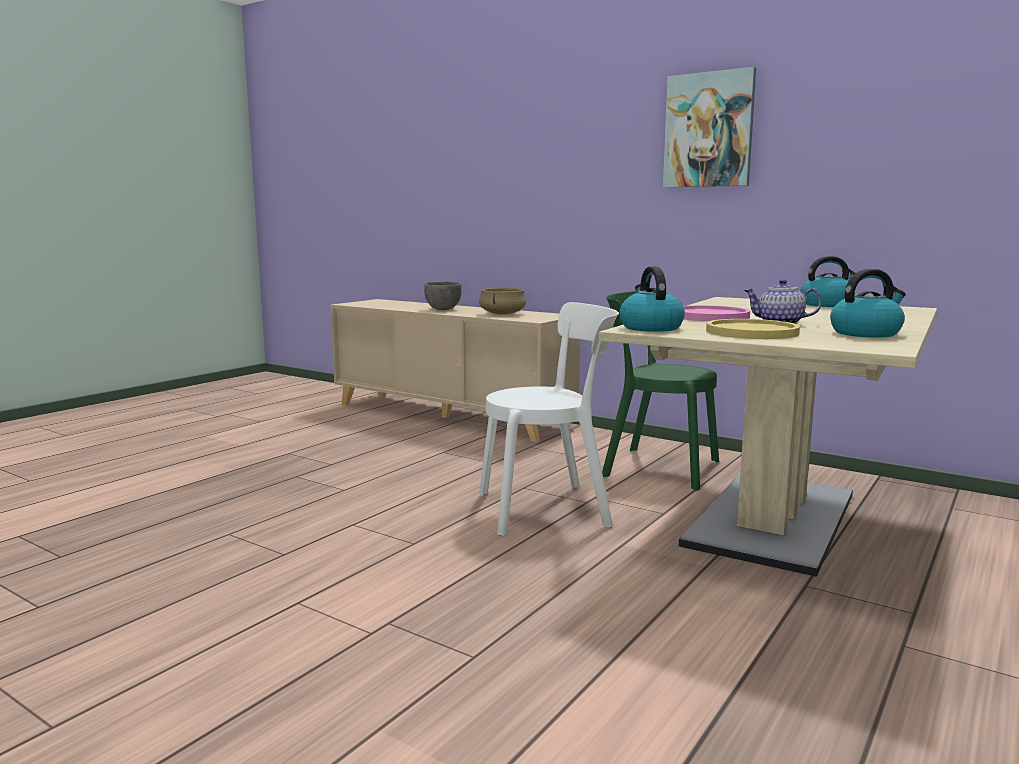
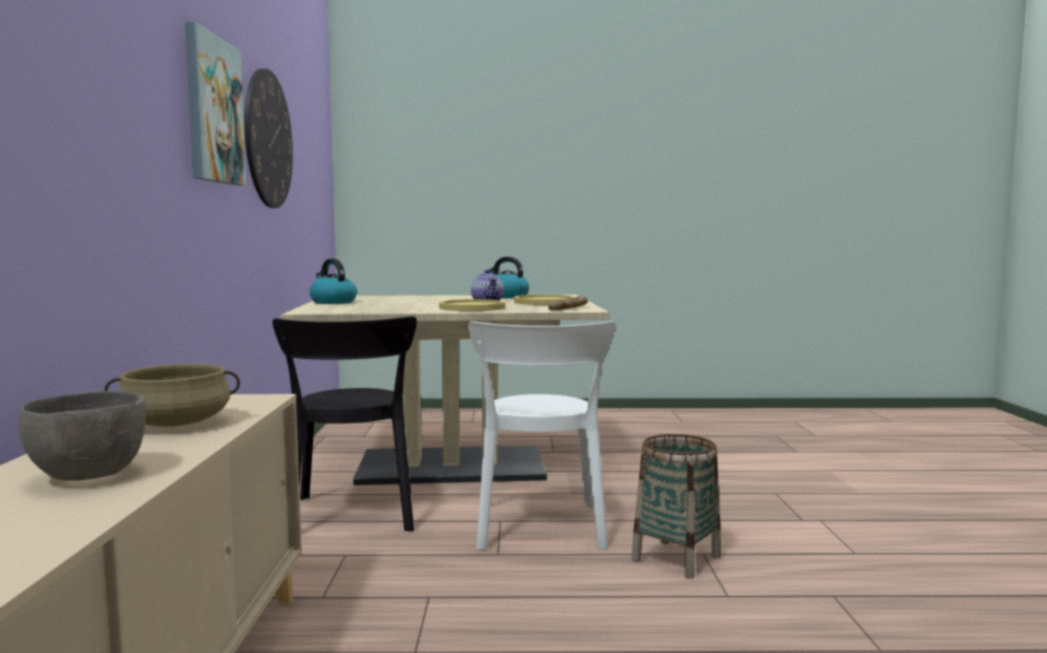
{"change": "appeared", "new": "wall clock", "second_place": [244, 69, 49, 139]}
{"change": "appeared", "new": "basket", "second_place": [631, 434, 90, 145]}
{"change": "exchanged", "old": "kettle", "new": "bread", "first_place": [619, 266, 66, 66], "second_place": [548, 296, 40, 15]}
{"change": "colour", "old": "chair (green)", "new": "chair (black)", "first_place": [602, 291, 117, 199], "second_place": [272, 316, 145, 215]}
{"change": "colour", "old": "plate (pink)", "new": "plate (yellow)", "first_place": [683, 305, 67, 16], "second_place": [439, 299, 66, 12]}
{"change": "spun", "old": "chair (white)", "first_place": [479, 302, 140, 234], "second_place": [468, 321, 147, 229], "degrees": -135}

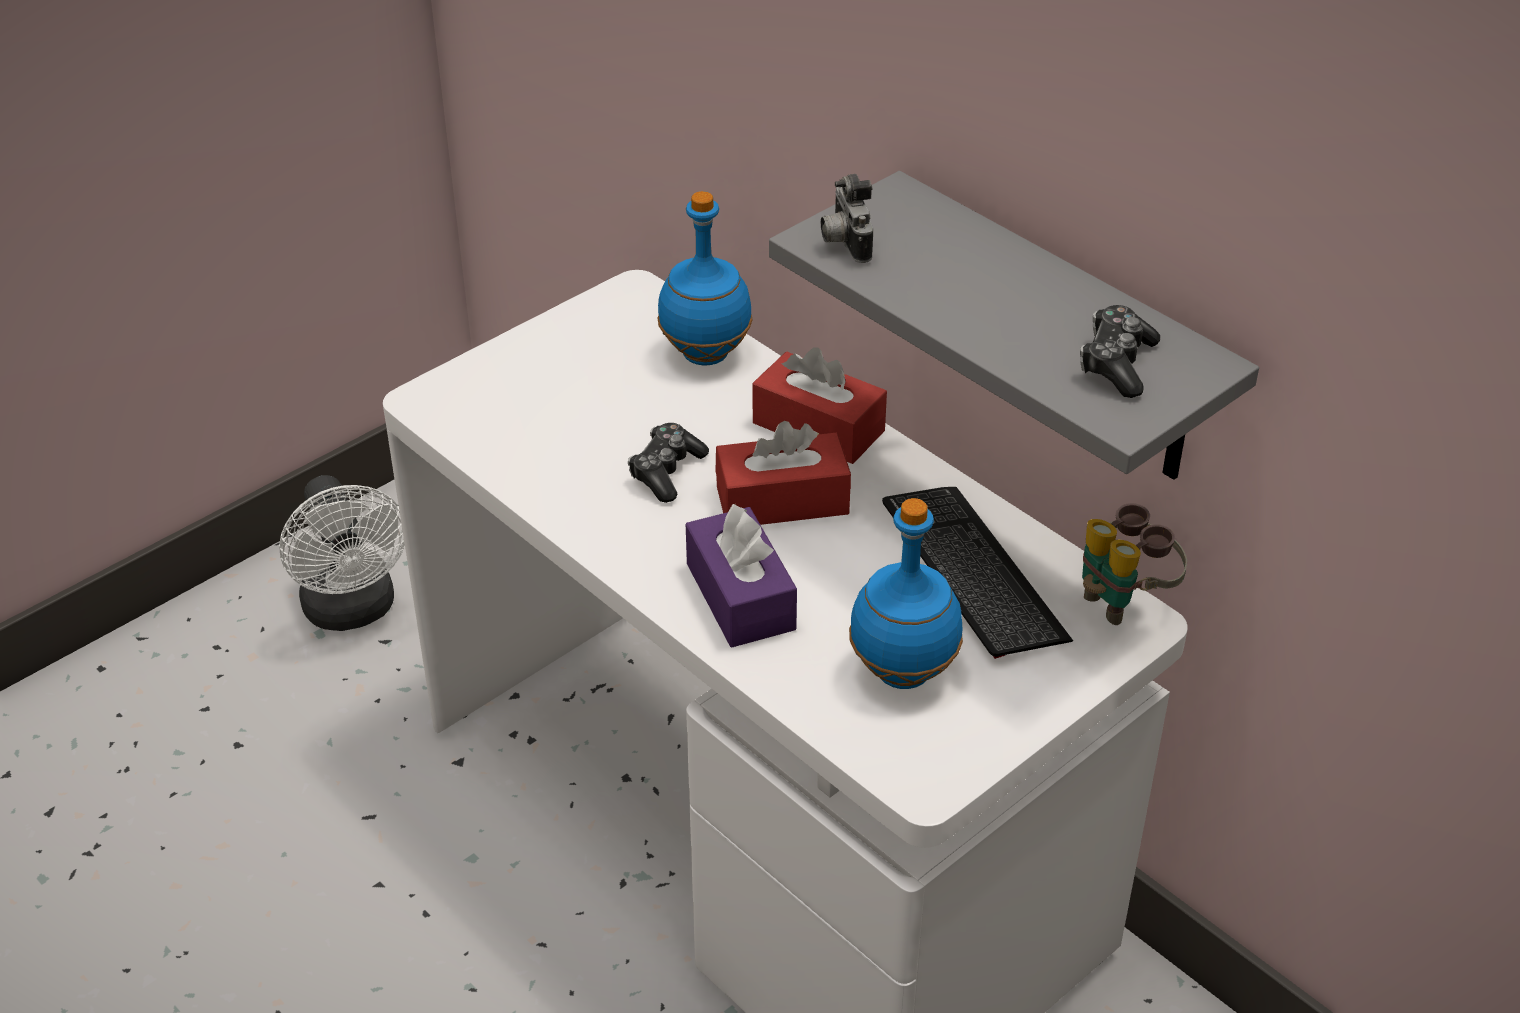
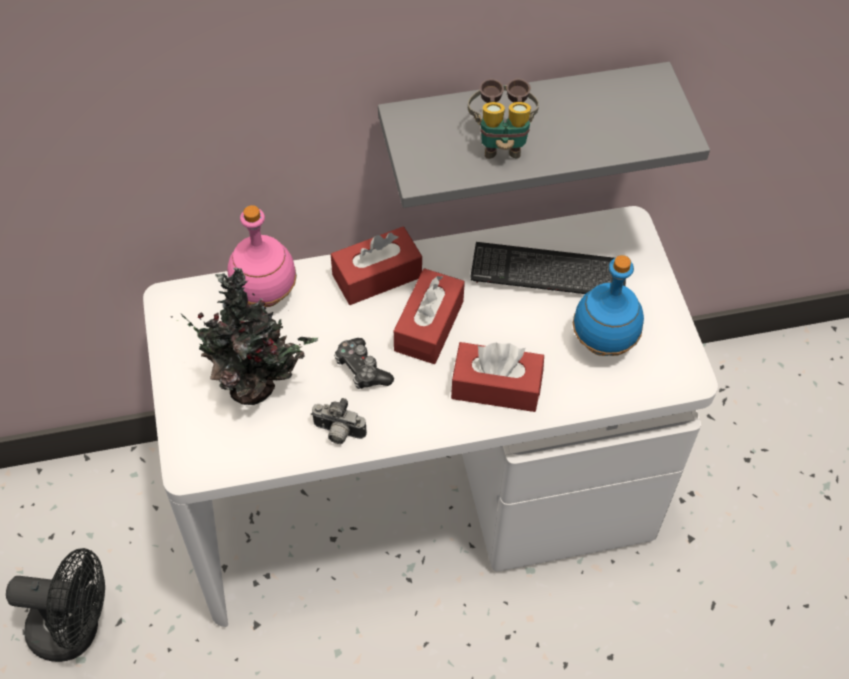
{"change": "missing", "old": "game controller", "first_place": [1080, 305, 80, 93]}
{"change": "appeared", "new": "potted plant", "second_place": [171, 268, 147, 137]}
{"change": "relocated", "old": "photo camera", "first_place": [821, 174, 52, 89], "second_place": [311, 398, 56, 46]}
{"change": "relocated", "old": "binoculars", "first_place": [1082, 503, 105, 122], "second_place": [468, 79, 71, 80]}
{"change": "colour", "old": "fan (white)", "new": "fan (black)", "first_place": [279, 475, 126, 156], "second_place": [6, 548, 99, 114]}
{"change": "colour", "old": "bottle (blue)", "new": "bottle (pink)", "first_place": [657, 191, 96, 175], "second_place": [227, 205, 70, 102]}
{"change": "colour", "old": "tissue box (purple)", "new": "tissue box (red)", "first_place": [686, 502, 111, 145], "second_place": [451, 342, 93, 70]}

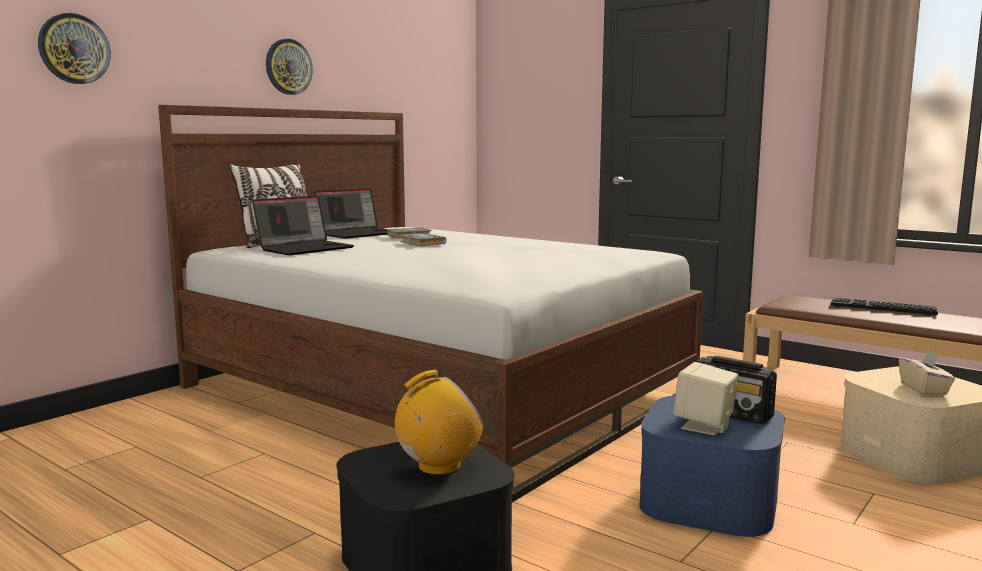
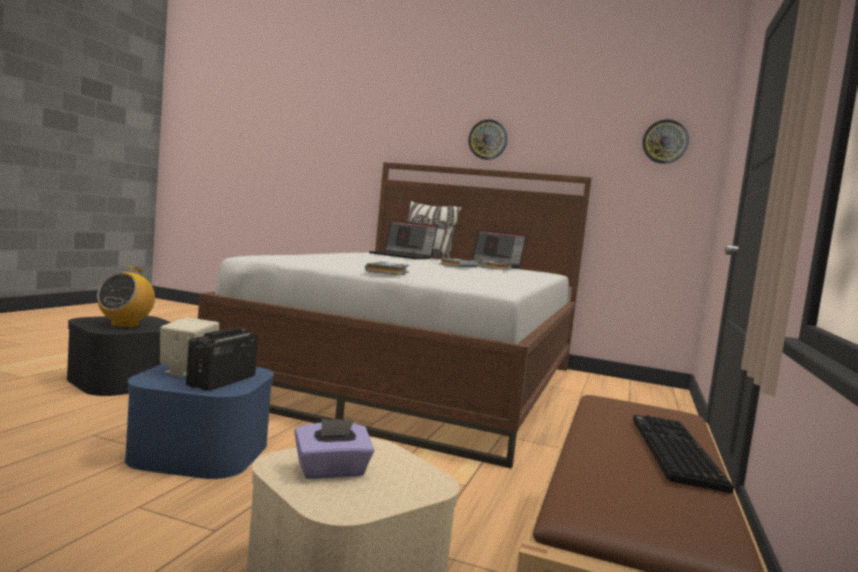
{"change": "appeared", "new": "book (grey)", "second_place": [365, 261, 45, 14]}
{"change": "relocated", "old": "wall clock", "first_place": [38, 13, 73, 71], "second_place": [642, 119, 47, 45]}
{"change": "colour", "old": "tissue box (beige)", "new": "tissue box (purple)", "first_place": [899, 350, 56, 45], "second_place": [294, 419, 80, 60]}
{"change": "spun", "old": "radio", "first_place": [395, 370, 89, 106], "second_place": [97, 266, 58, 62], "degrees": 60}

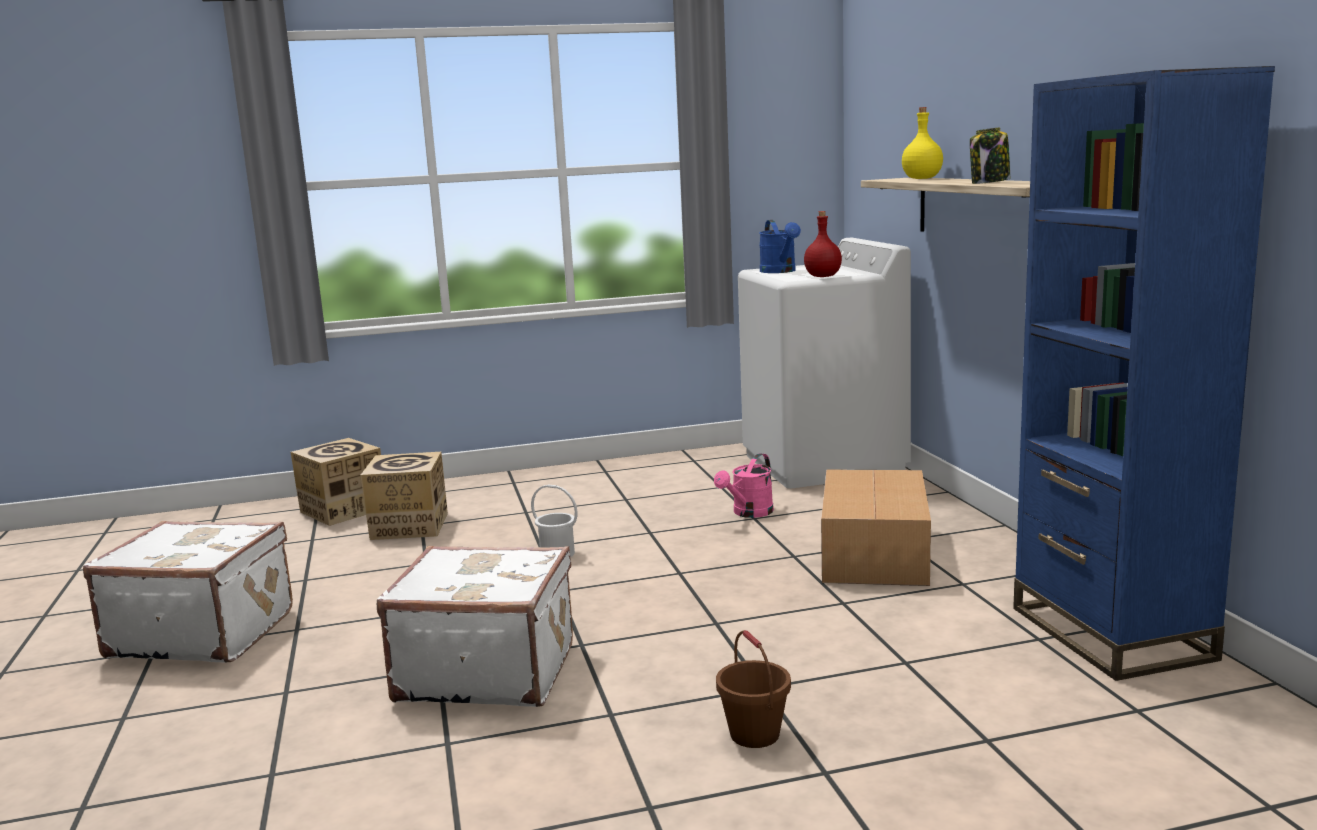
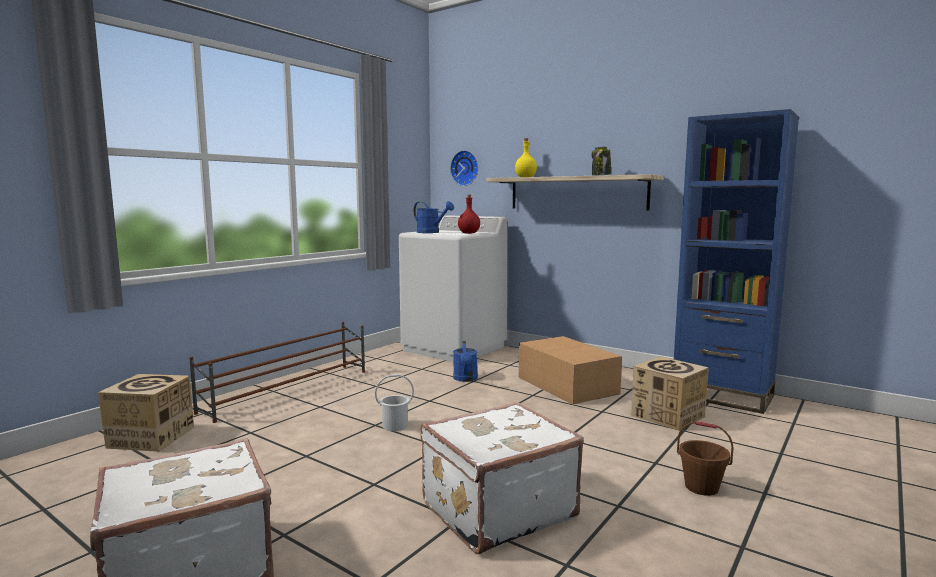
{"change": "appeared", "new": "shoe rack (brown)", "second_place": [189, 322, 176, 101]}
{"change": "appeared", "new": "wall clock", "second_place": [450, 150, 28, 36]}
{"change": "relocated", "old": "cardboard box", "first_place": [360, 452, 88, 88], "second_place": [631, 356, 78, 75]}
{"change": "colour", "old": "watering can (pink)", "new": "watering can (blue)", "first_place": [714, 453, 60, 65], "second_place": [453, 341, 25, 41]}

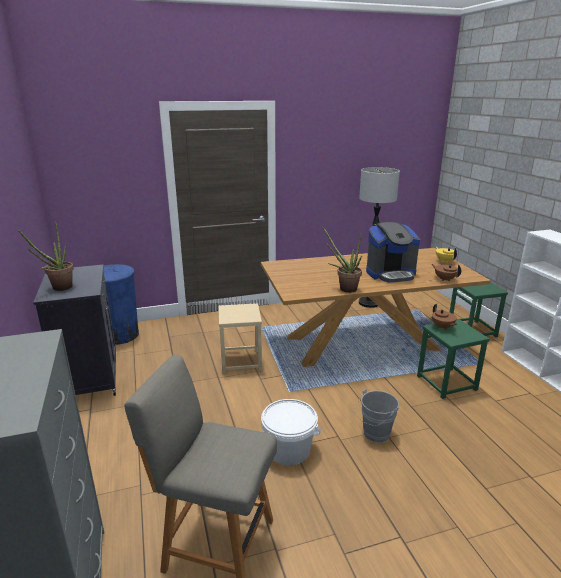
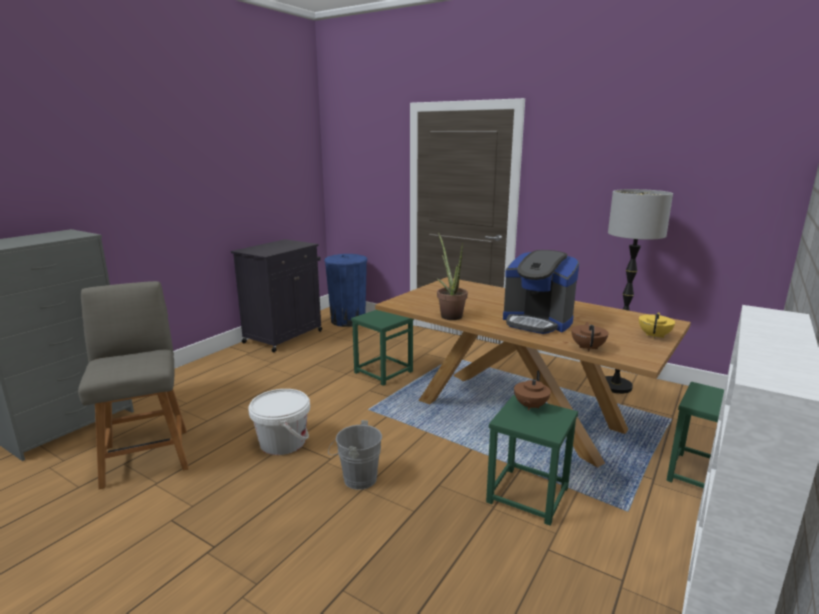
{"change": "missing", "old": "potted plant", "first_place": [19, 221, 55, 70]}
{"change": "colour", "old": "stool (beige)", "new": "stool (green)", "first_place": [218, 303, 44, 70], "second_place": [351, 310, 63, 76]}

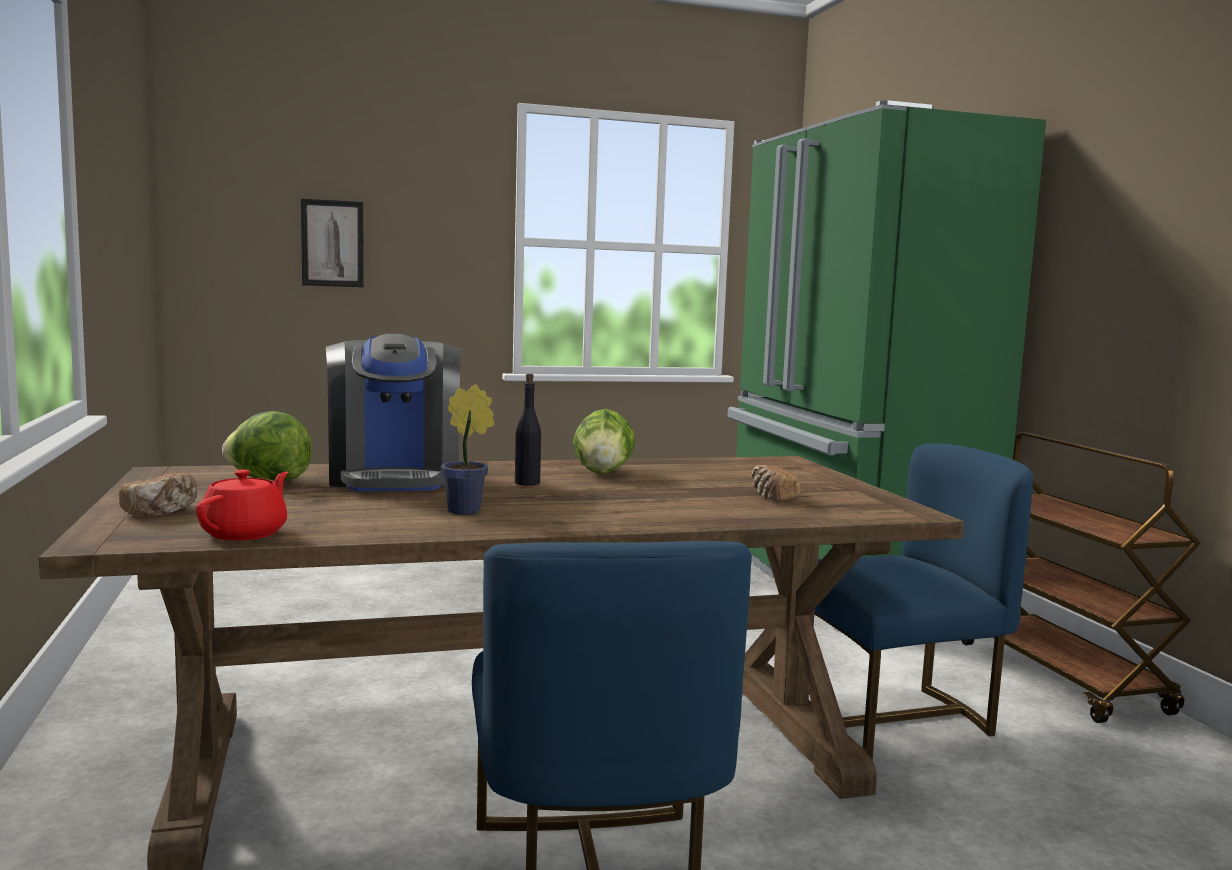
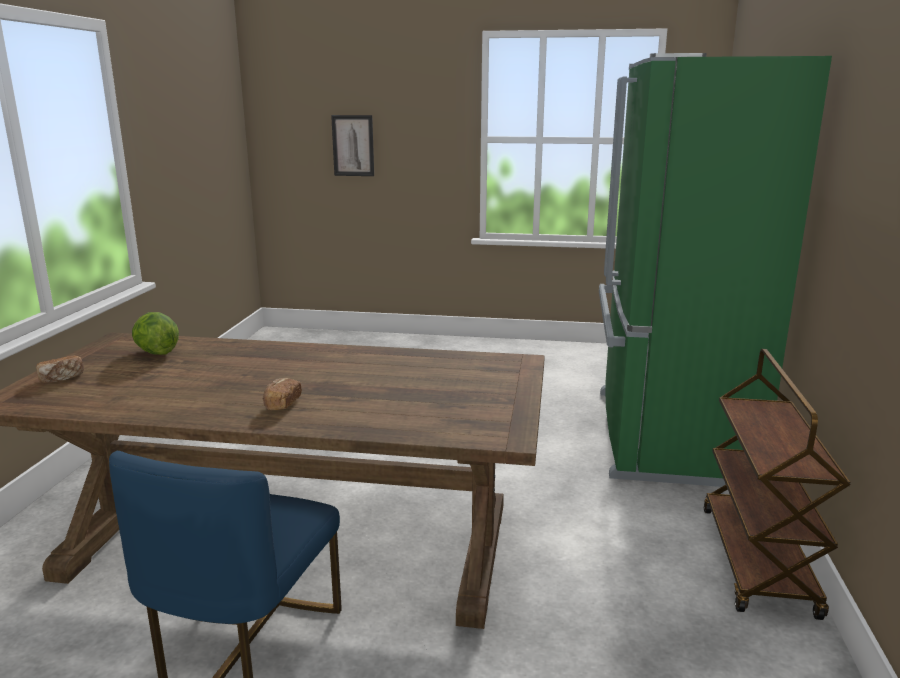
{"change": "missing", "old": "teapot (red)", "first_place": [196, 470, 93, 71]}
{"change": "missing", "old": "coffee machine", "first_place": [326, 334, 135, 157]}
{"change": "missing", "old": "potted plant", "first_place": [441, 384, 53, 131]}
{"change": "missing", "old": "bottle (black)", "first_place": [515, 374, 26, 112]}
{"change": "missing", "old": "lettuce", "first_place": [573, 409, 62, 65]}
{"change": "missing", "old": "chair (blue)", "first_place": [814, 444, 219, 316]}
{"change": "relocated", "old": "bread", "first_place": [752, 465, 49, 36], "second_place": [262, 378, 40, 32]}

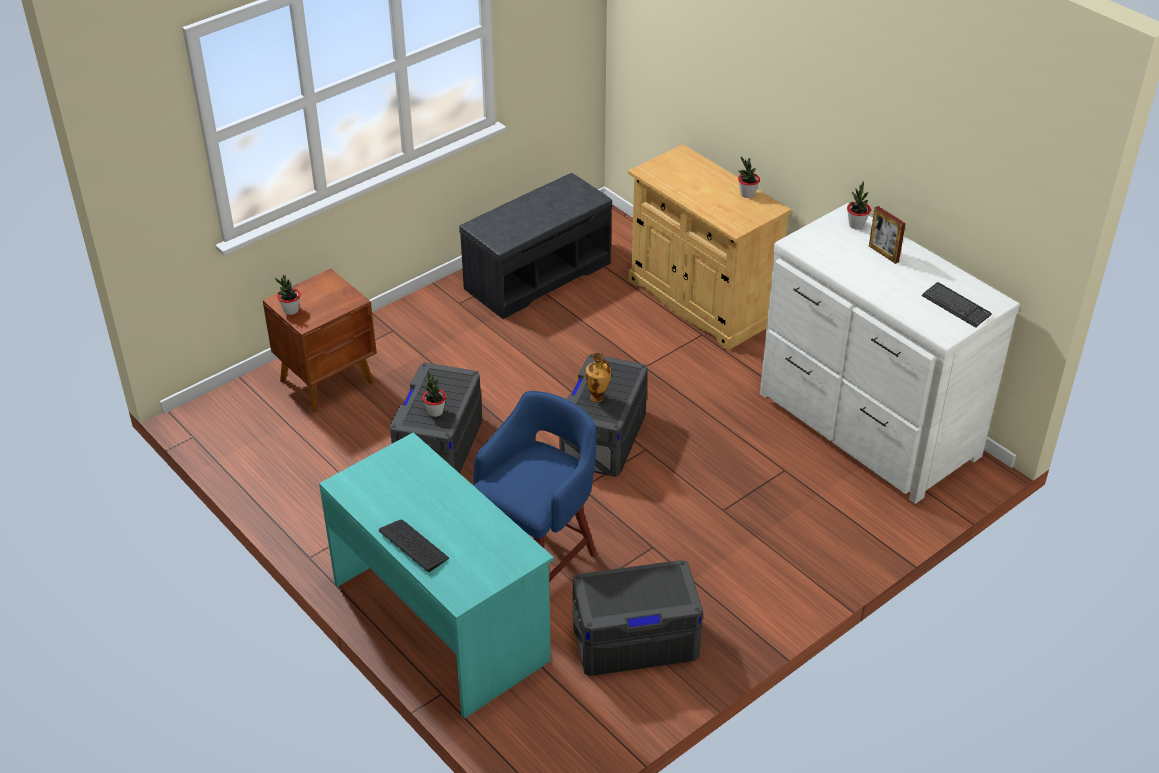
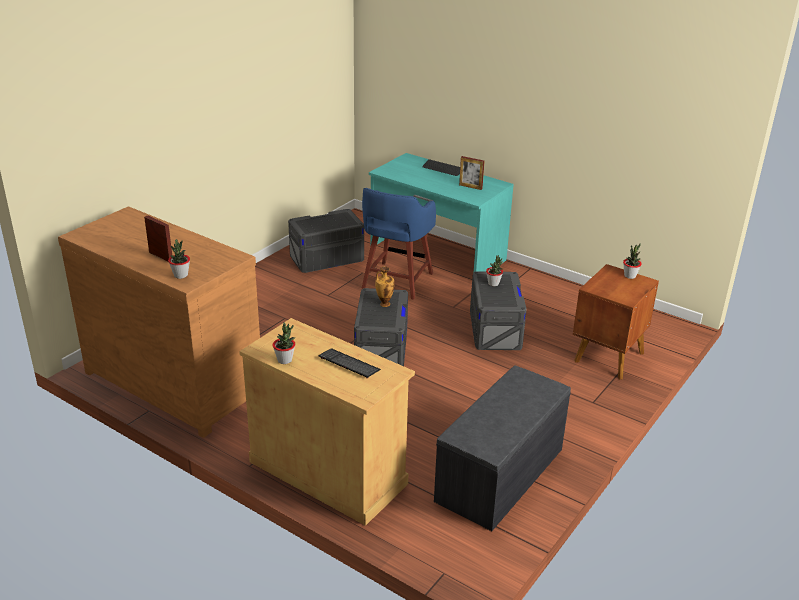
{"change": "appeared", "new": "picture frame", "second_place": [459, 156, 25, 34]}
{"change": "relocated", "old": "keyboard", "first_place": [921, 282, 71, 46], "second_place": [319, 349, 62, 29]}
{"change": "colour", "old": "dresser (white)", "new": "dresser (brown)", "first_place": [760, 203, 260, 301], "second_place": [58, 206, 202, 232]}

